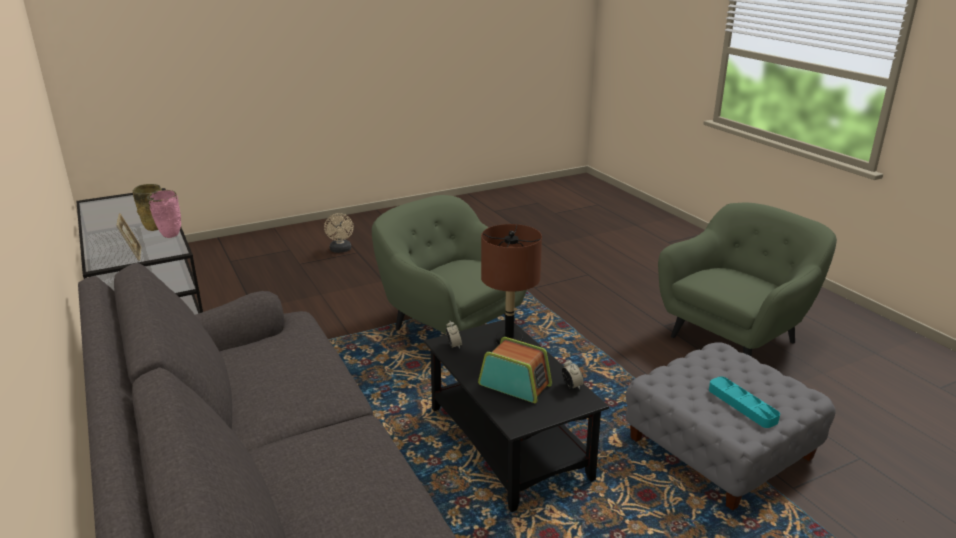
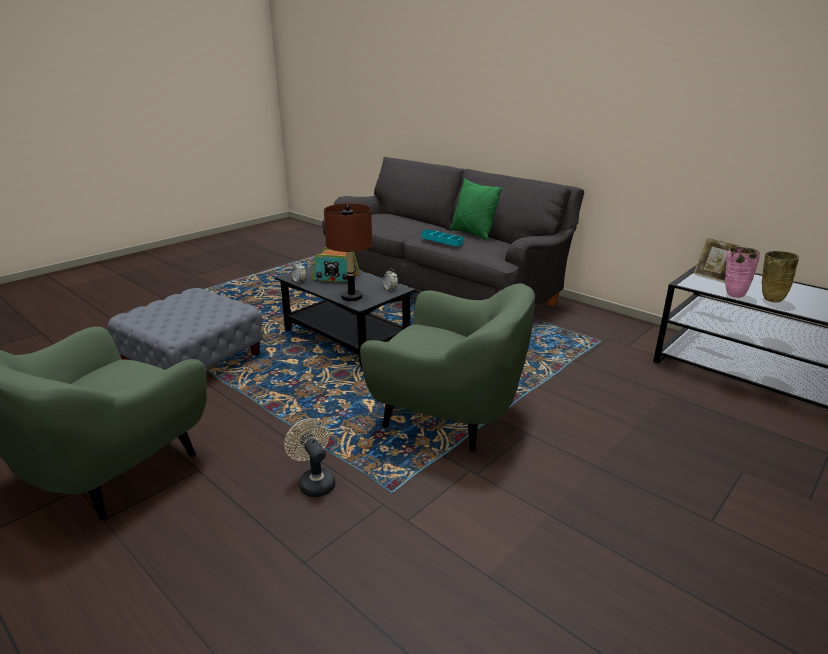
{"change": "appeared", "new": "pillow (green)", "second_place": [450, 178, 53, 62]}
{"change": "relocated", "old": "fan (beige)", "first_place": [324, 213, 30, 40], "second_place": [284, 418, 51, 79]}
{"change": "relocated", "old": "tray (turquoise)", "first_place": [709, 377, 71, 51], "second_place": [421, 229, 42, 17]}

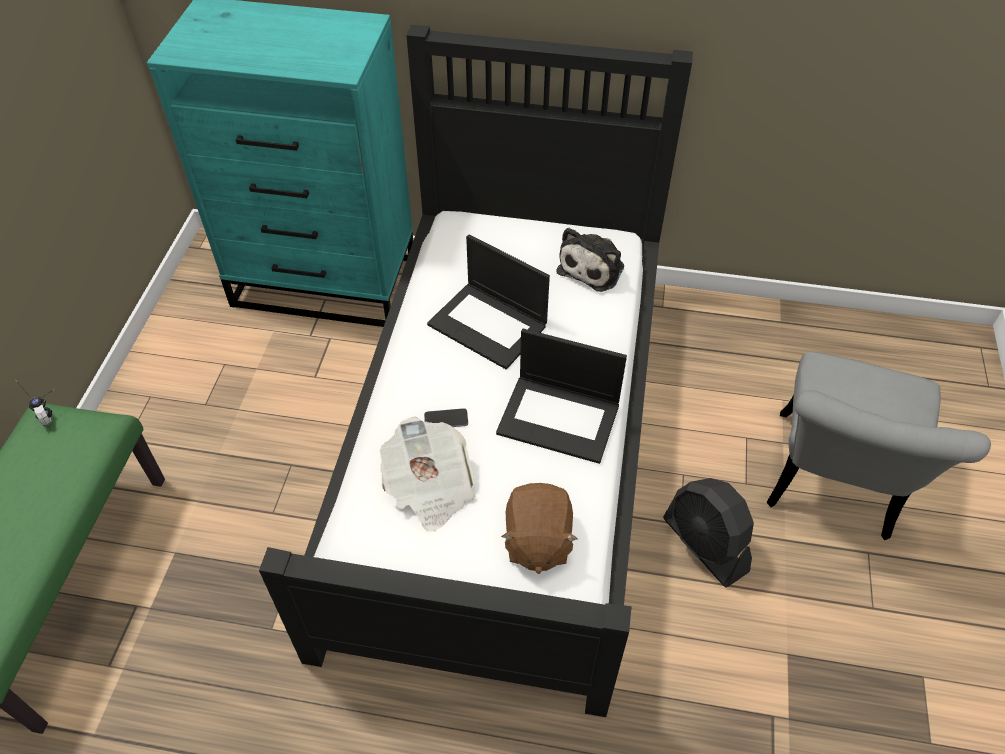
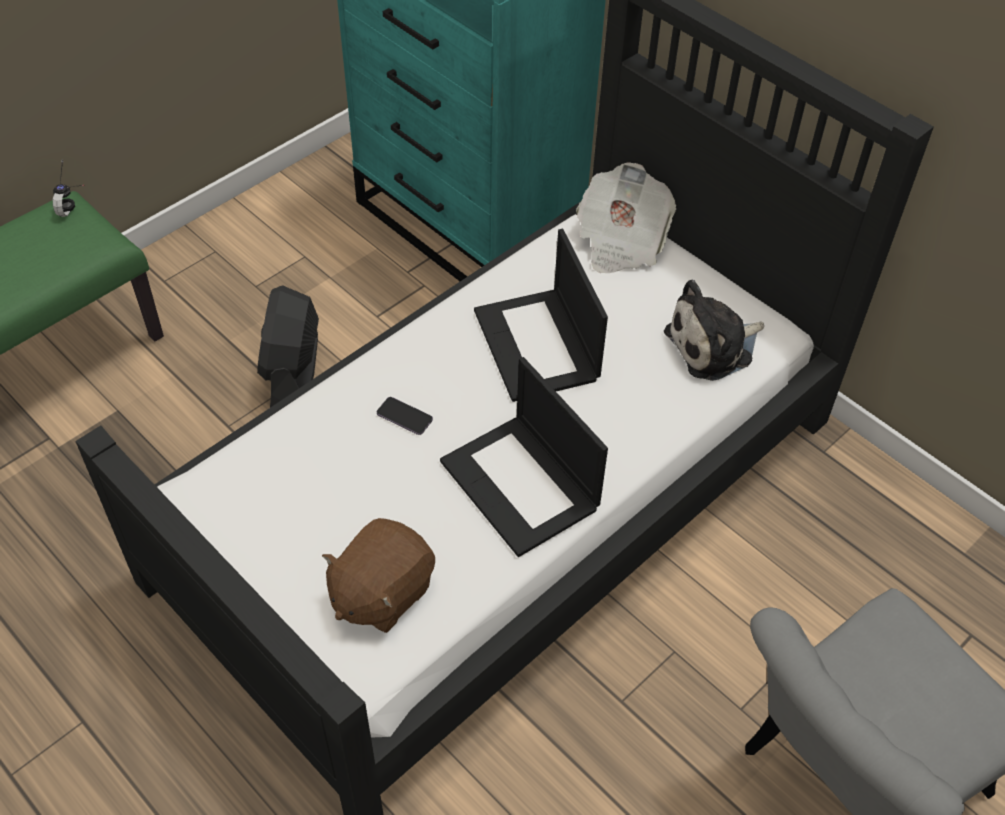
{"change": "relocated", "old": "newspaper", "first_place": [380, 417, 96, 115], "second_place": [576, 162, 100, 111]}
{"change": "relocated", "old": "fan (black)", "first_place": [663, 478, 91, 110], "second_place": [257, 285, 62, 122]}

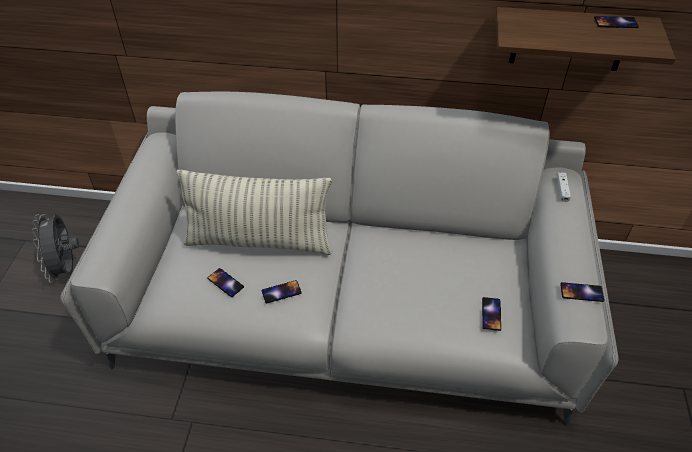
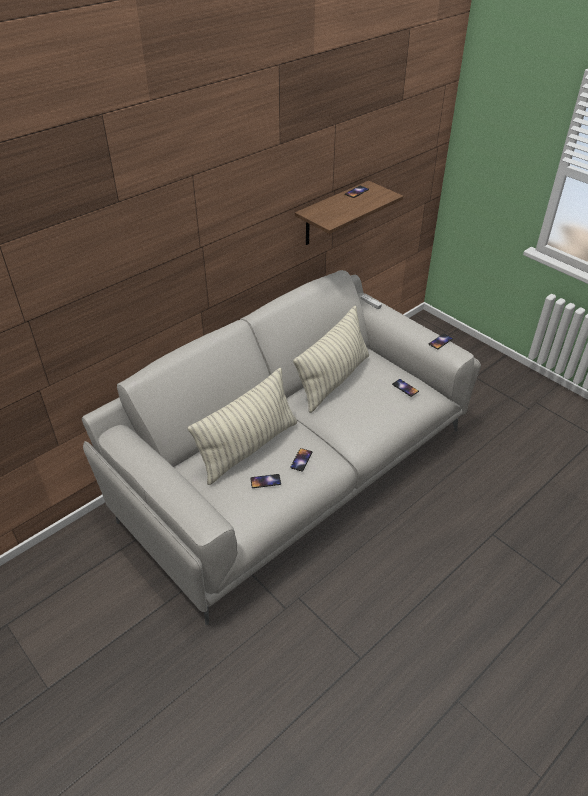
{"change": "missing", "old": "fan (grey)", "first_place": [32, 214, 47, 69]}
{"change": "appeared", "new": "pillow", "second_place": [293, 306, 76, 107]}

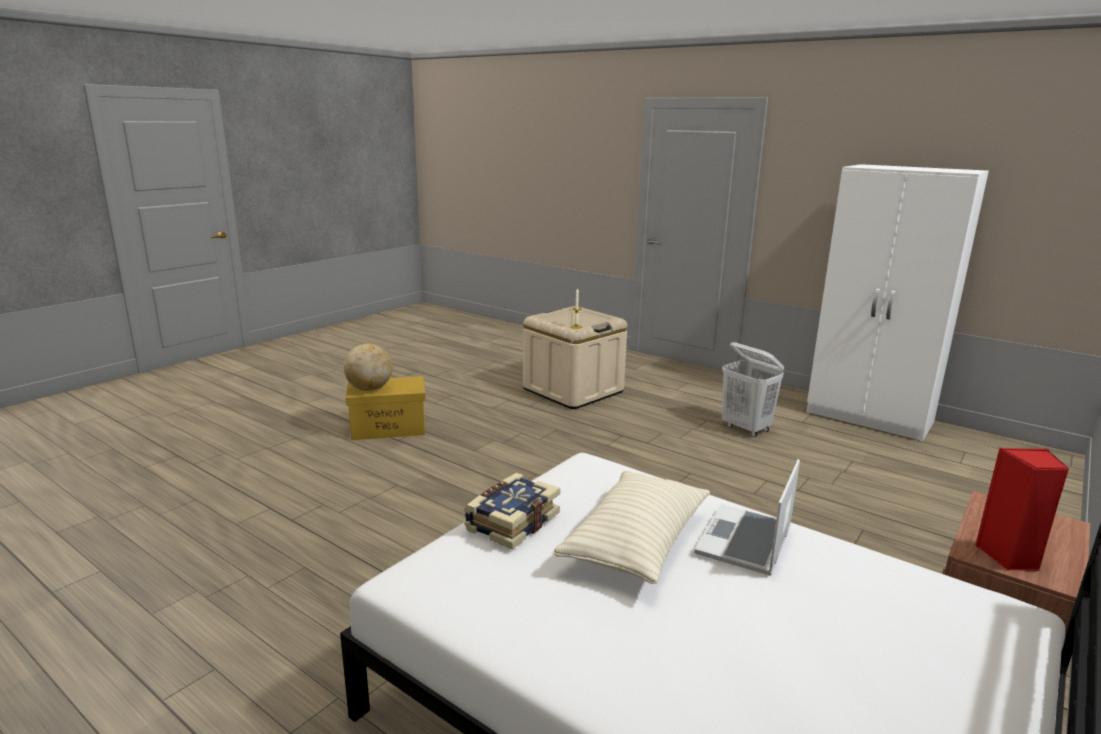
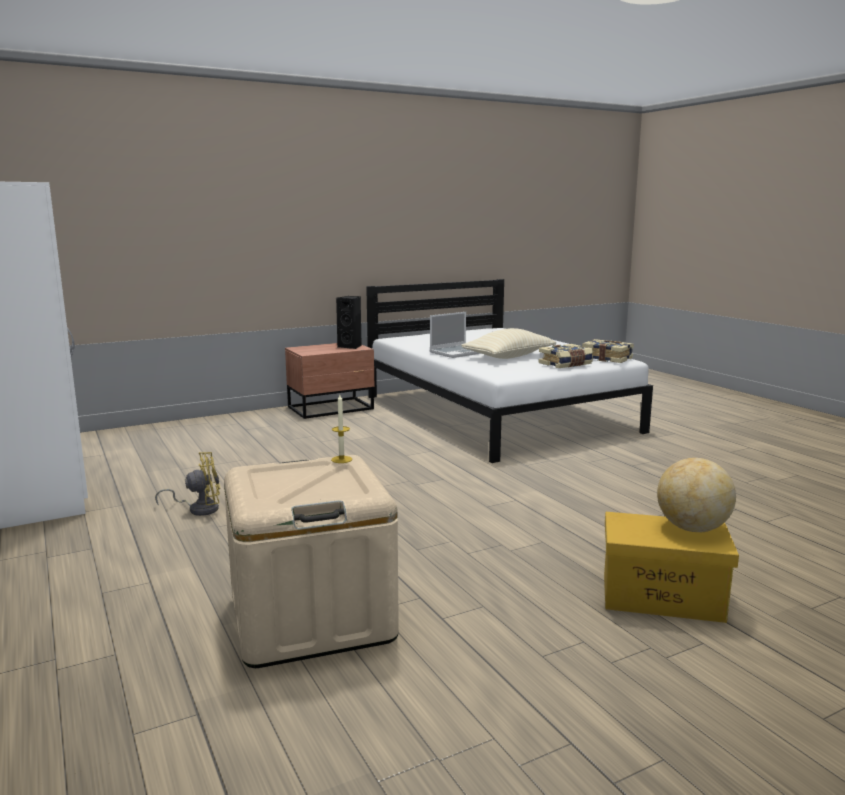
{"change": "appeared", "new": "book", "second_place": [582, 339, 52, 24]}
{"change": "exchanged", "old": "laundry basket (white)", "new": "fan (yellow)", "first_place": [722, 342, 62, 95], "second_place": [155, 452, 65, 64]}
{"change": "colour", "old": "speaker (red)", "new": "speaker (black)", "first_place": [975, 448, 94, 123], "second_place": [336, 296, 26, 53]}

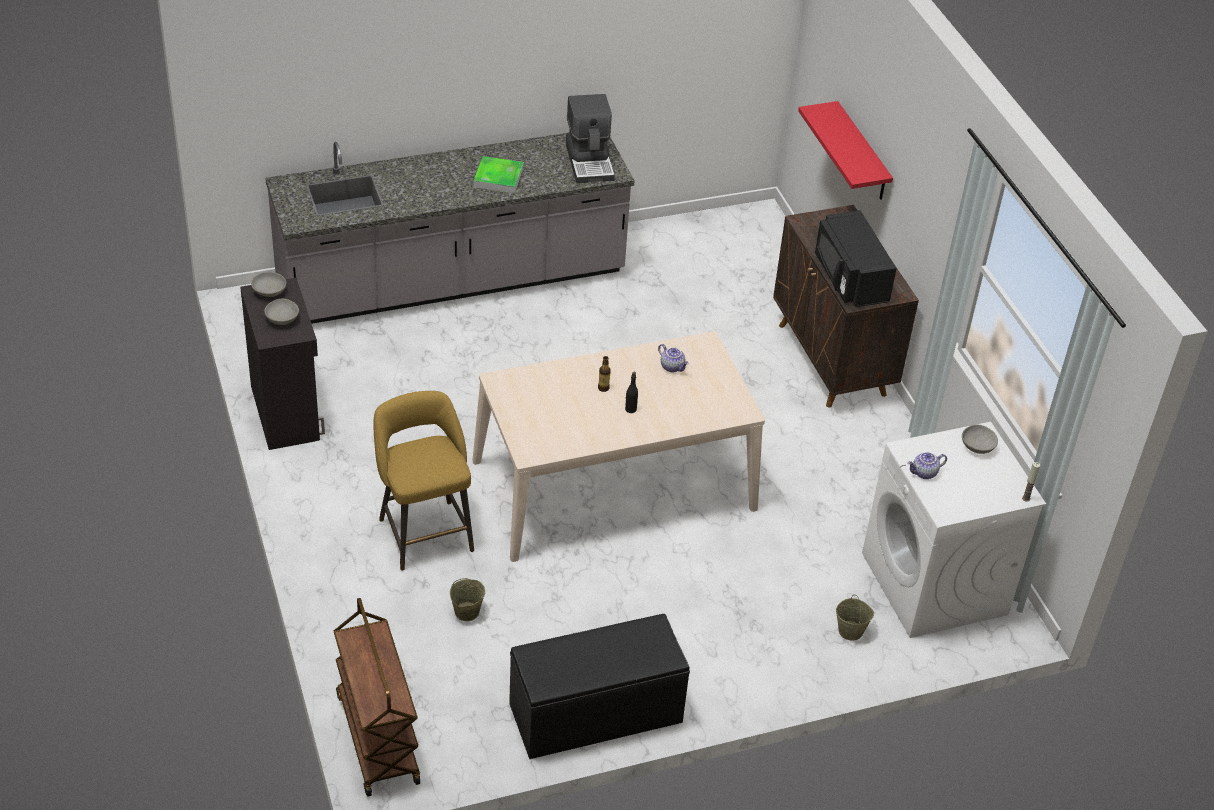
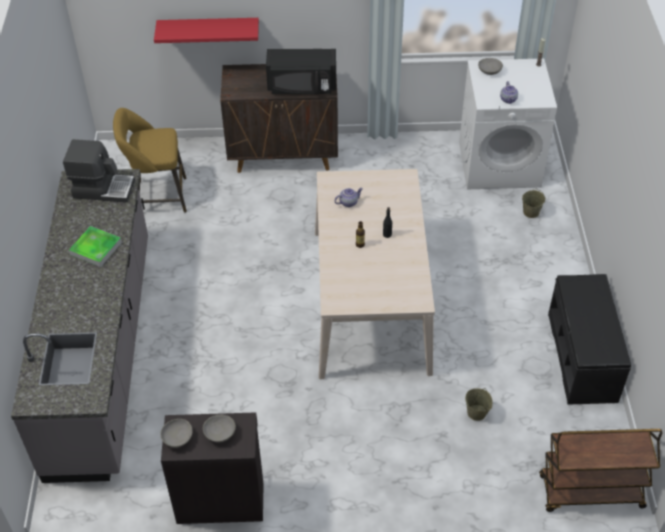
{"change": "relocated", "old": "stool (yellow)", "first_place": [374, 391, 100, 180], "second_place": [113, 108, 74, 105]}

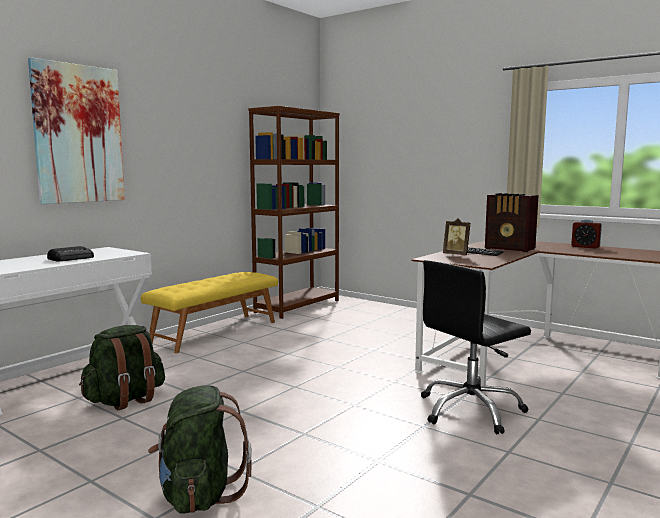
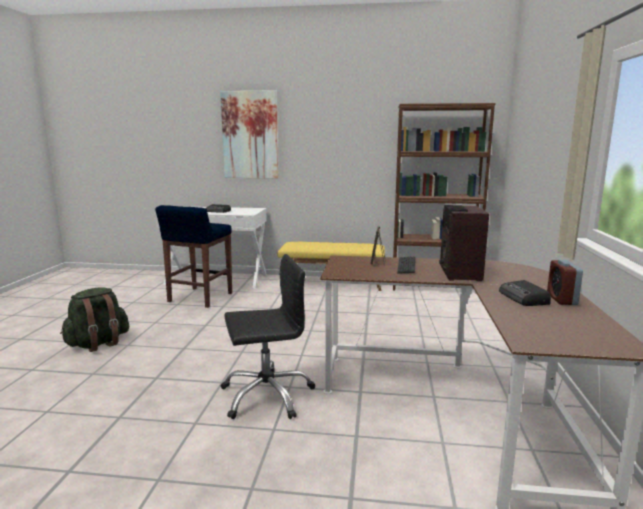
{"change": "appeared", "new": "radio", "second_place": [499, 280, 52, 26]}
{"change": "exchanged", "old": "backpack (green)", "new": "stool (blue)", "first_place": [79, 325, 86, 85], "second_place": [155, 205, 77, 103]}
{"change": "spun", "old": "office chair (black)", "first_place": [421, 260, 110, 174], "second_place": [221, 254, 94, 165], "degrees": 135}

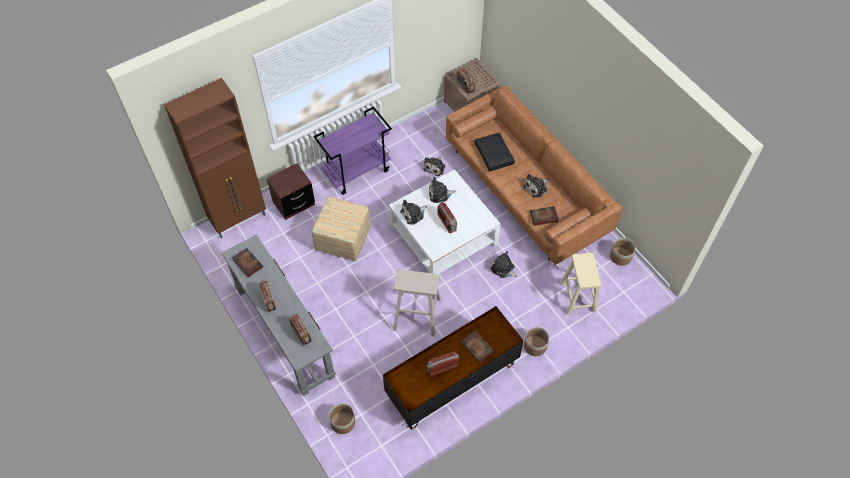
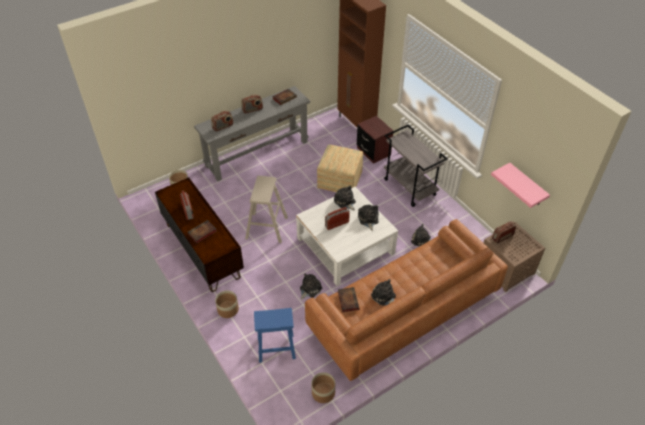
{"change": "missing", "old": "pillow (black)", "first_place": [475, 133, 40, 39]}
{"change": "appeared", "new": "shelf (pink)", "second_place": [491, 163, 59, 45]}
{"change": "colour", "old": "cart (purple)", "new": "cart (grey)", "first_place": [313, 107, 79, 88], "second_place": [384, 125, 64, 82]}
{"change": "colour", "old": "stool (beige)", "new": "stool (blue)", "first_place": [560, 253, 41, 62], "second_place": [254, 308, 42, 55]}

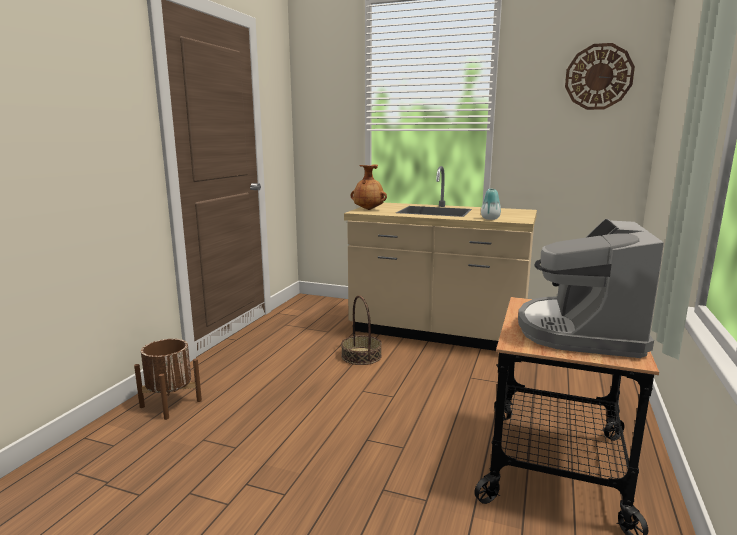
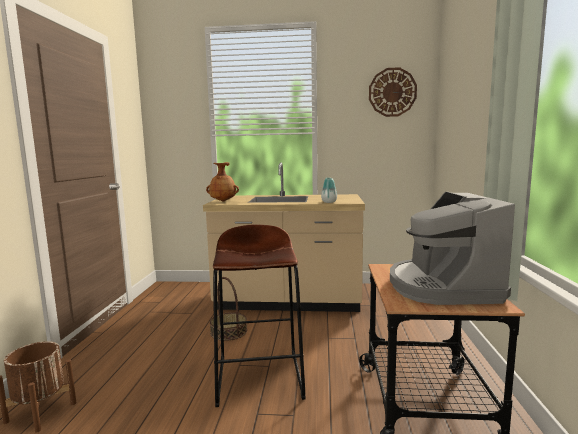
{"change": "appeared", "new": "stool (brown)", "second_place": [213, 224, 93, 183]}

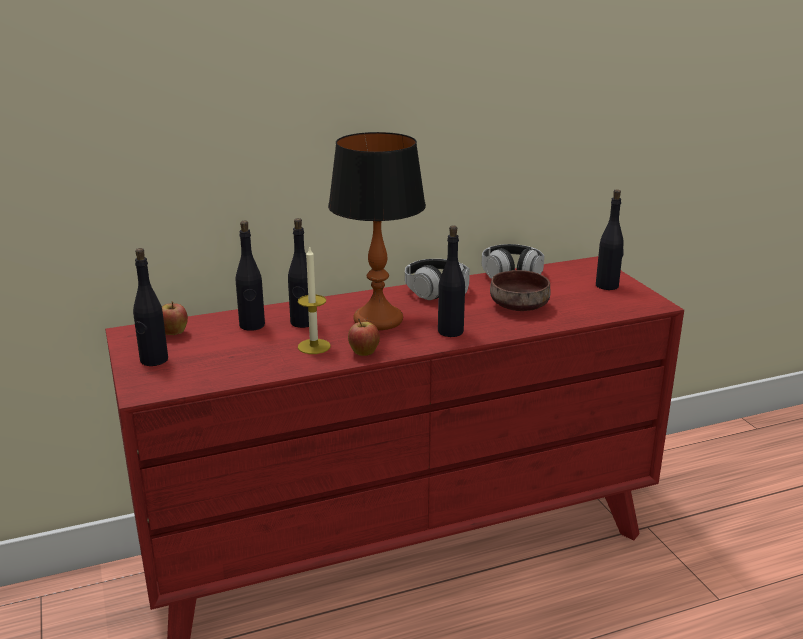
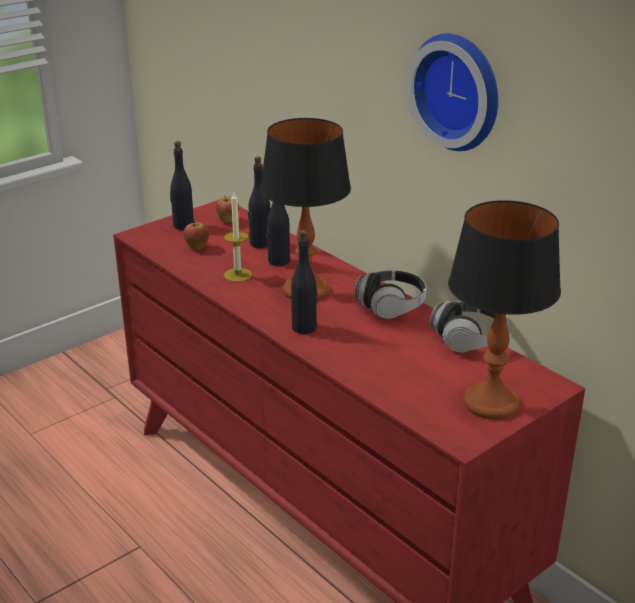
{"change": "missing", "old": "bowl (brown)", "first_place": [490, 270, 60, 41]}
{"change": "appeared", "new": "wall clock", "second_place": [407, 33, 91, 118]}
{"change": "relocated", "old": "apple", "first_place": [348, 319, 32, 37], "second_place": [184, 218, 25, 32]}
{"change": "exchanged", "old": "bottle (black)", "new": "table lamp", "first_place": [596, 189, 28, 101], "second_place": [448, 200, 113, 219]}

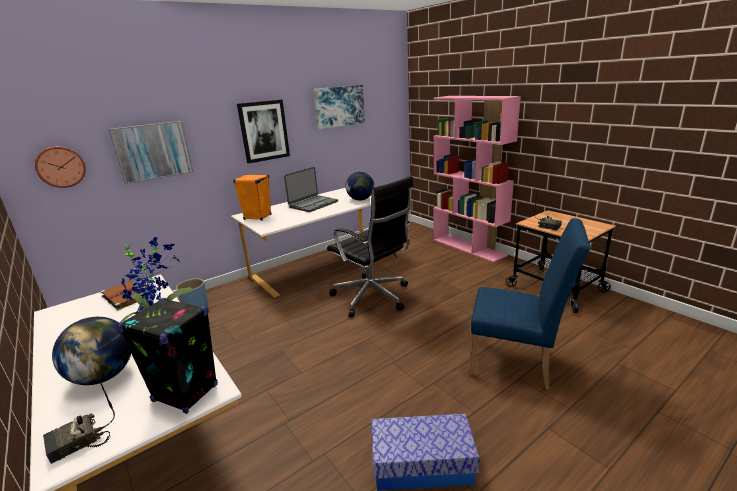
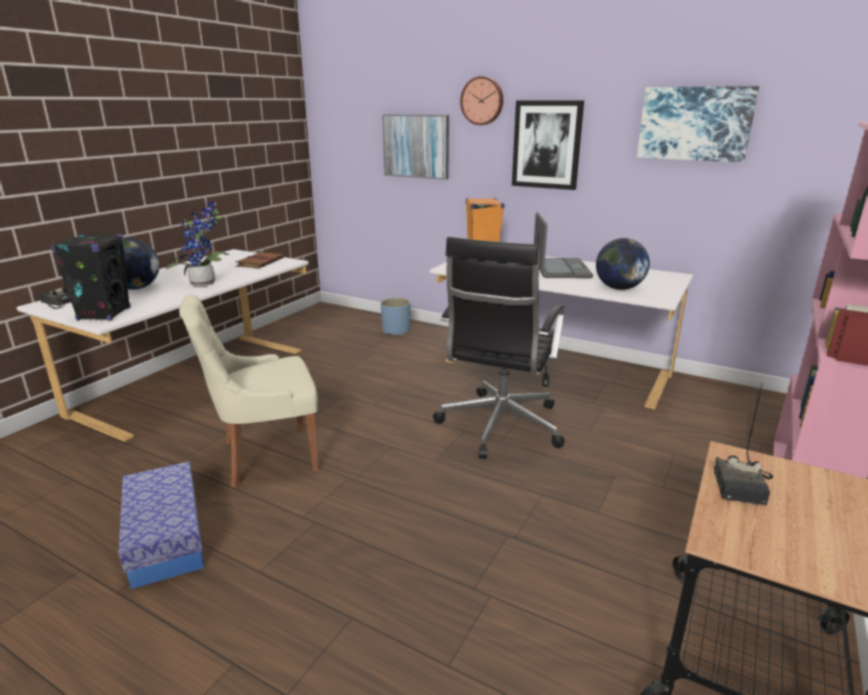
{"change": "missing", "old": "chair (blue)", "first_place": [469, 218, 122, 172]}
{"change": "appeared", "new": "chair (beige)", "second_place": [179, 295, 140, 193]}
{"change": "relocated", "old": "wall clock", "first_place": [35, 146, 51, 42], "second_place": [460, 76, 43, 49]}
{"change": "spun", "old": "laptop", "first_place": [284, 167, 54, 45], "second_place": [534, 212, 59, 66], "degrees": -105}

